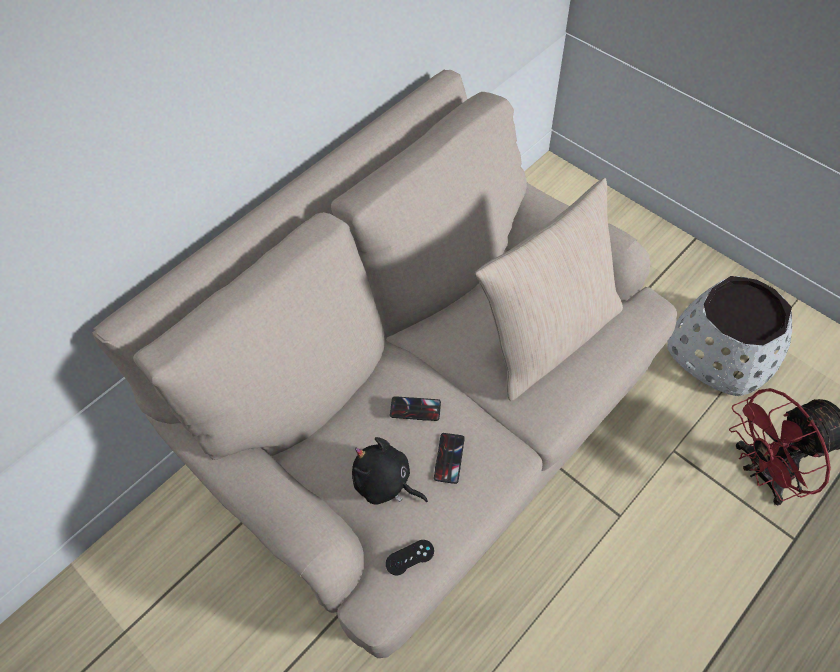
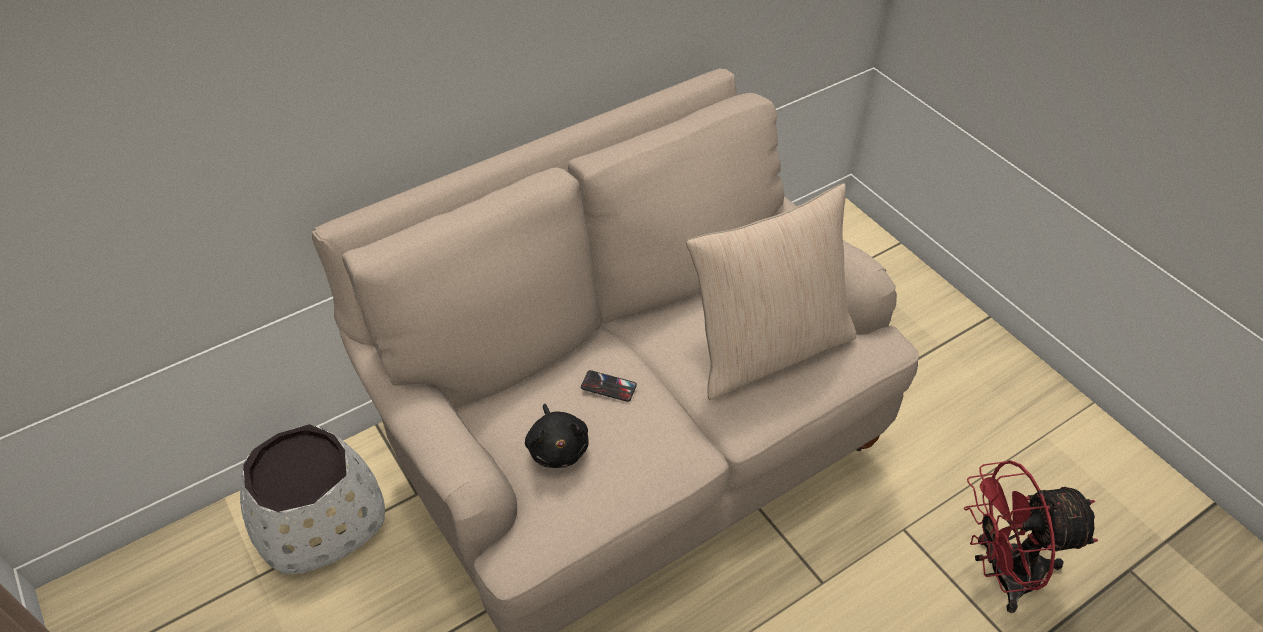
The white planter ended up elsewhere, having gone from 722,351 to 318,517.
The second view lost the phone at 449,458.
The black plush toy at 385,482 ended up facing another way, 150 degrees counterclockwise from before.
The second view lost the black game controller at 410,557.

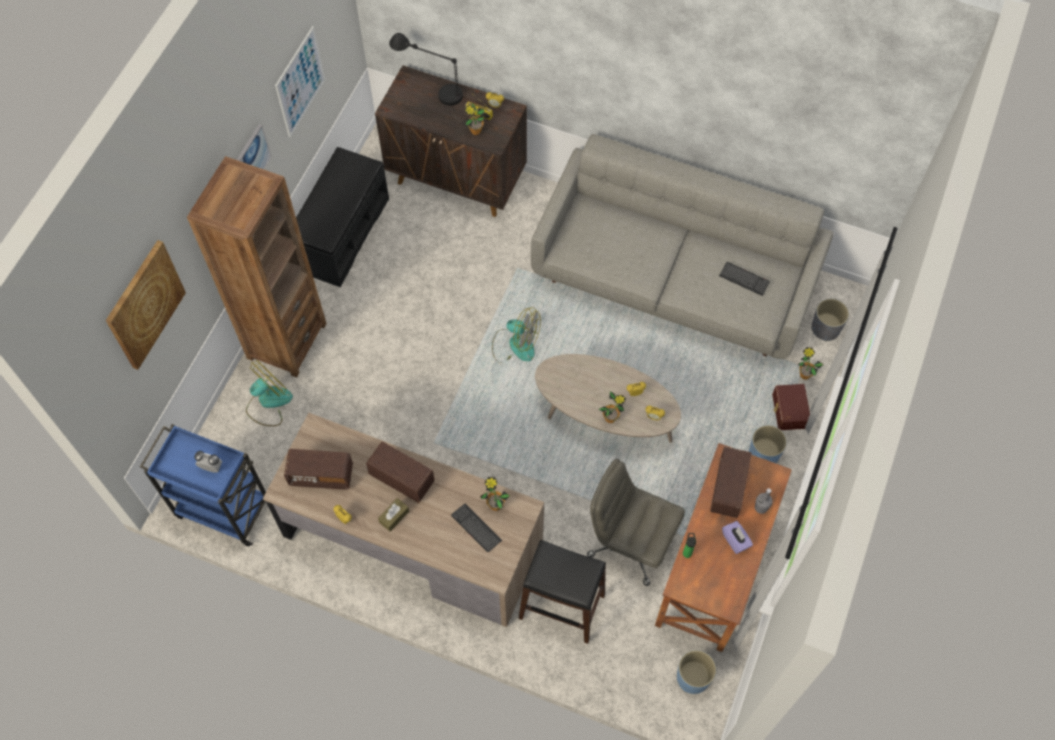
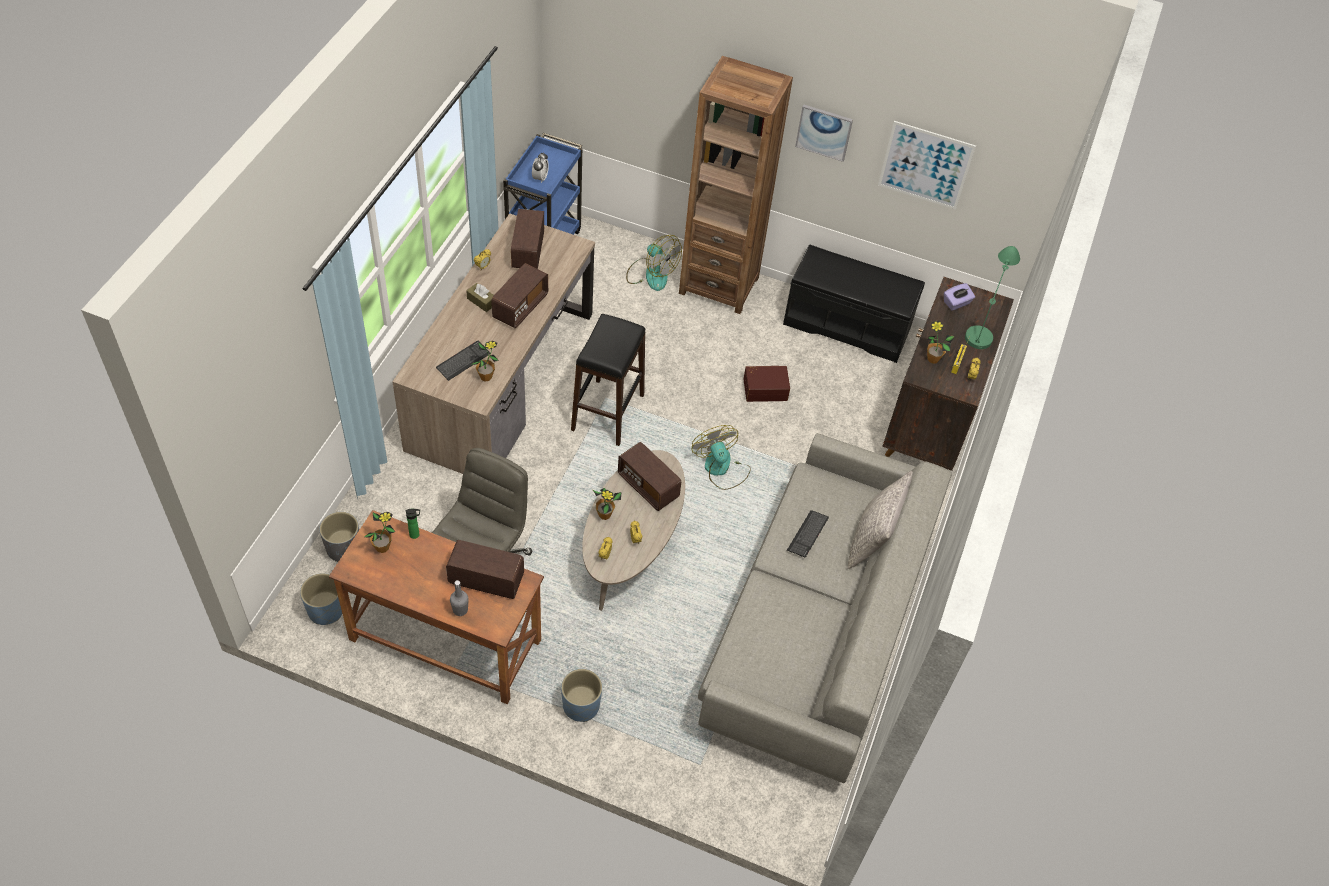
What was the black table lamp at 430,89 turned into the green table lamp at 984,322.
The second view lost the picture at 144,304.
The keyboard ended up elsewhere, having gone from 744,279 to 807,534.
The grey planter ended up elsewhere, having gone from 826,328 to 343,549.
The fan at 515,344 ended up facing another way, 135 degrees clockwise from before.
The potted plant ended up elsewhere, having gone from 804,375 to 382,547.
The brown storage box ended up elsewhere, having gone from 788,411 to 765,388.
The purple tissue box ended up elsewhere, having gone from 735,540 to 956,303.
The black stool ended up elsewhere, having gone from 562,606 to 608,412.
The second view gained the radio at 648,486.
The second view gained the grey pillow at 872,540.

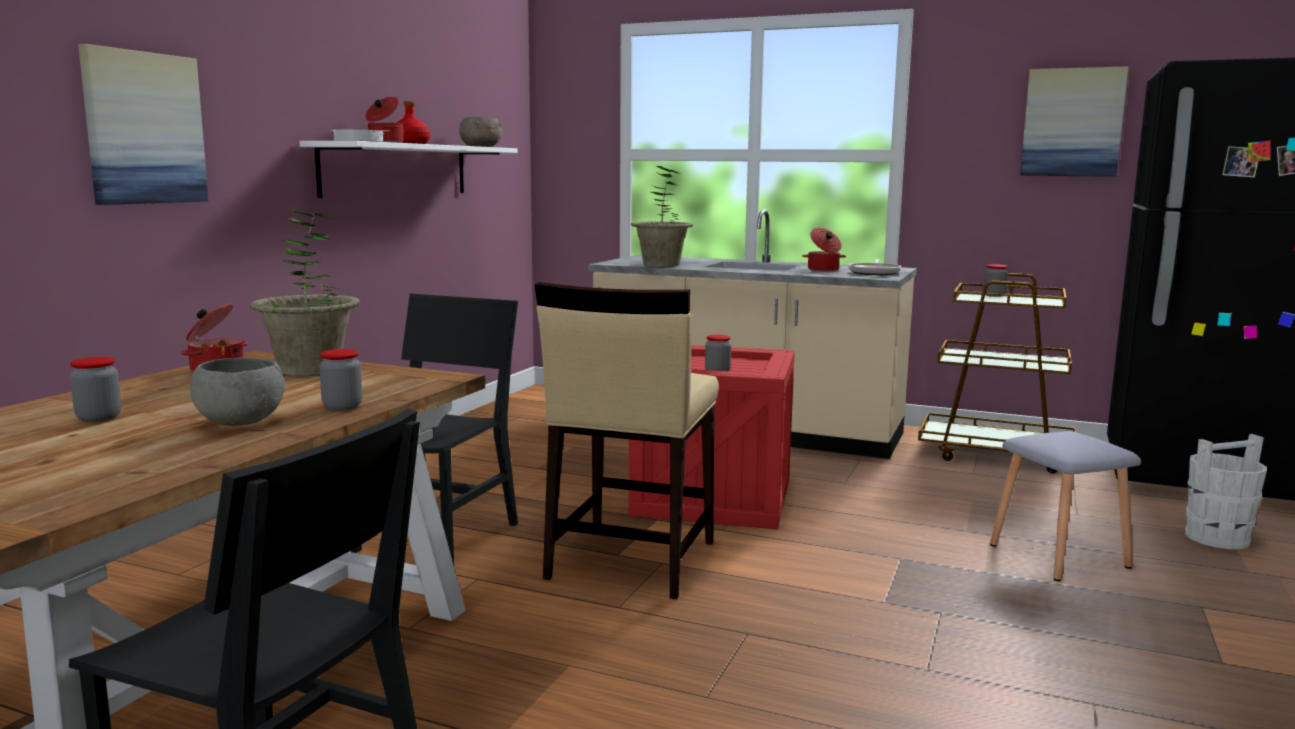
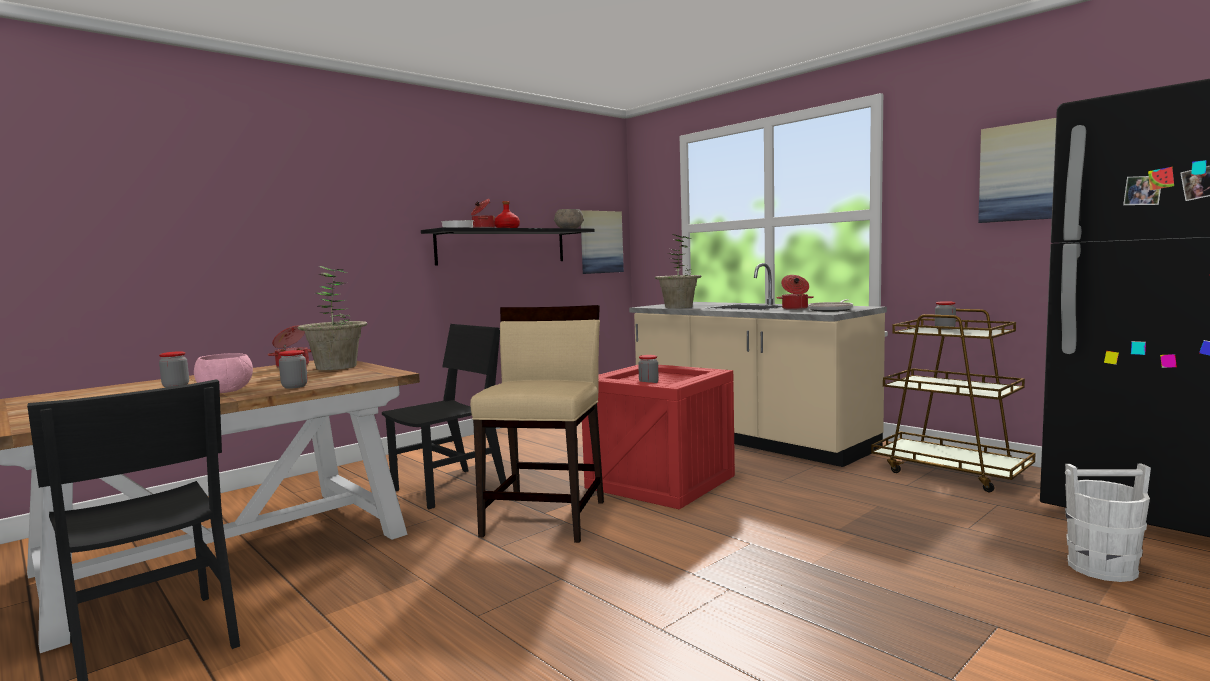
The picture ended up elsewhere, having gone from 144,128 to 601,242.
What was the white shelf at 397,170 turned into the black shelf at 502,246.
The beige chair at 629,560 ended up facing another way, 150 degrees clockwise from before.
What was the grey bowl at 241,422 turned into the pink bowl at 227,392.
The second view lost the grey stool at 1061,556.

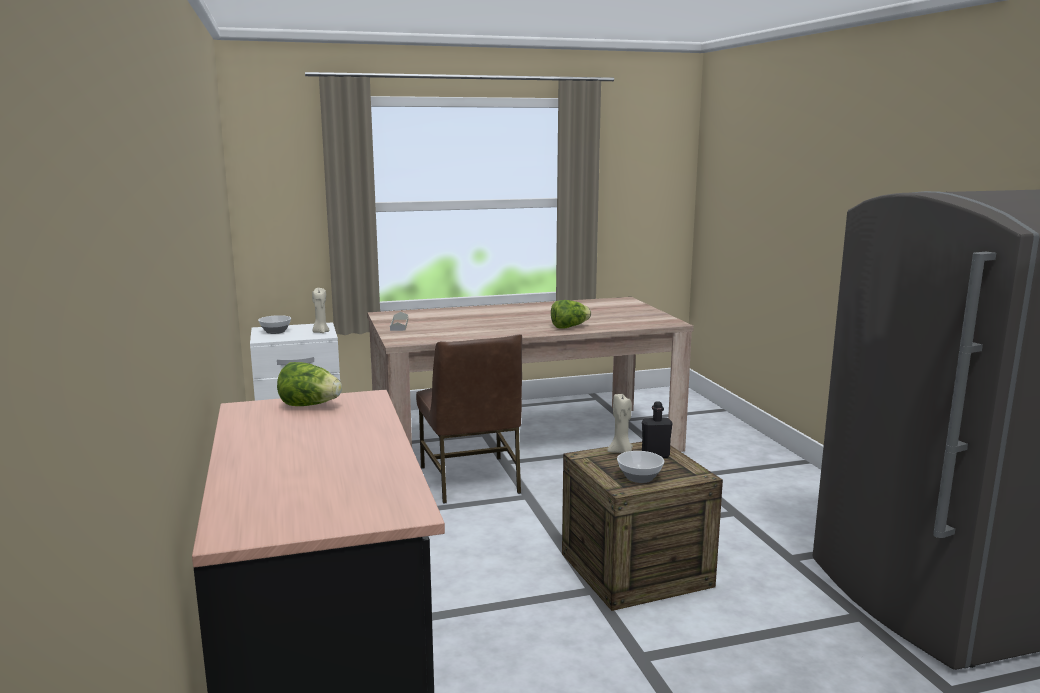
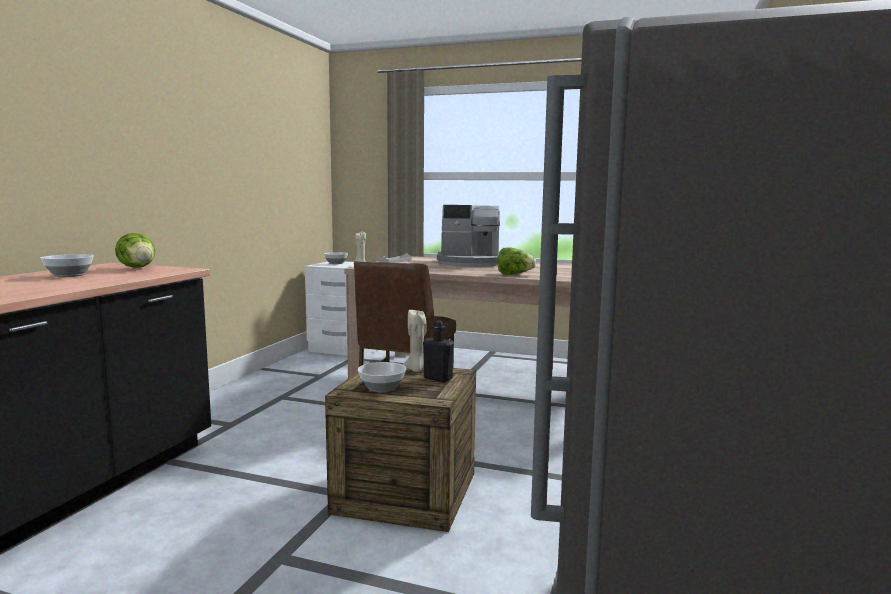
The second view gained the coffee machine at 469,263.
The second view gained the bowl at 68,275.

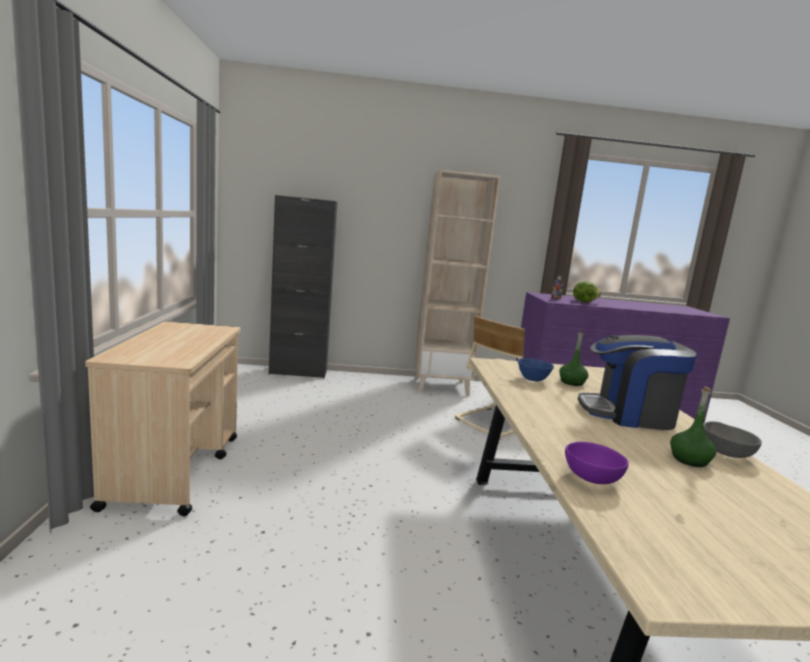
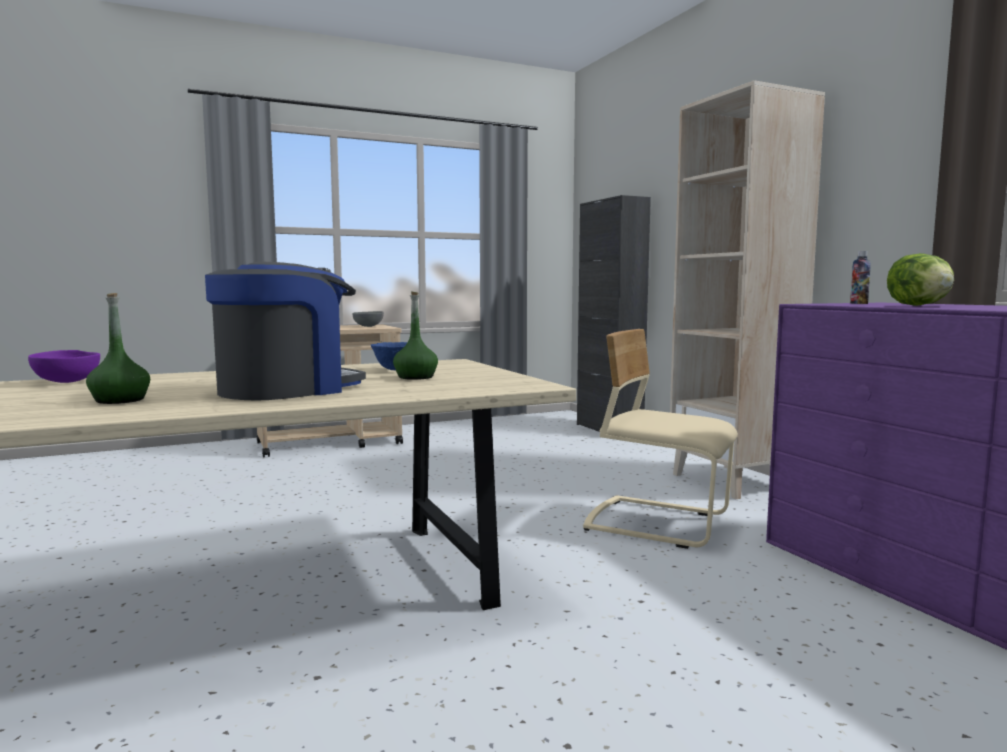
The coffee machine at 628,414 ended up facing another way, 60 degrees clockwise from before.
The grey bowl ended up elsewhere, having gone from 726,453 to 369,326.

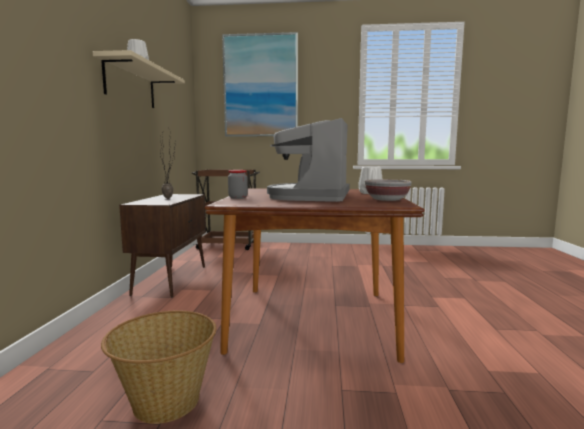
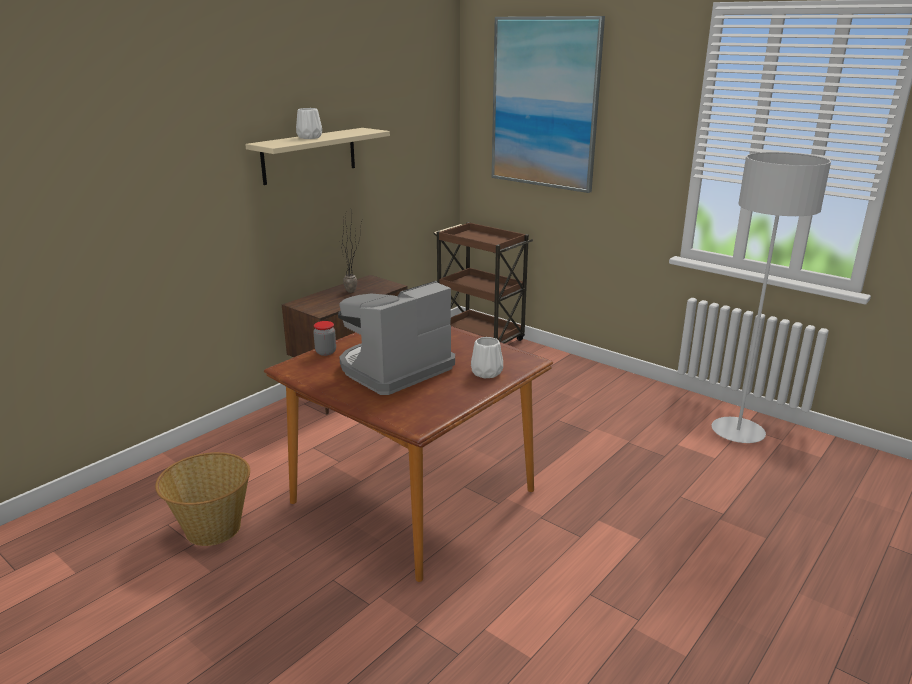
The second view lost the bowl at 387,200.
The second view gained the grey floor lamp at 737,432.

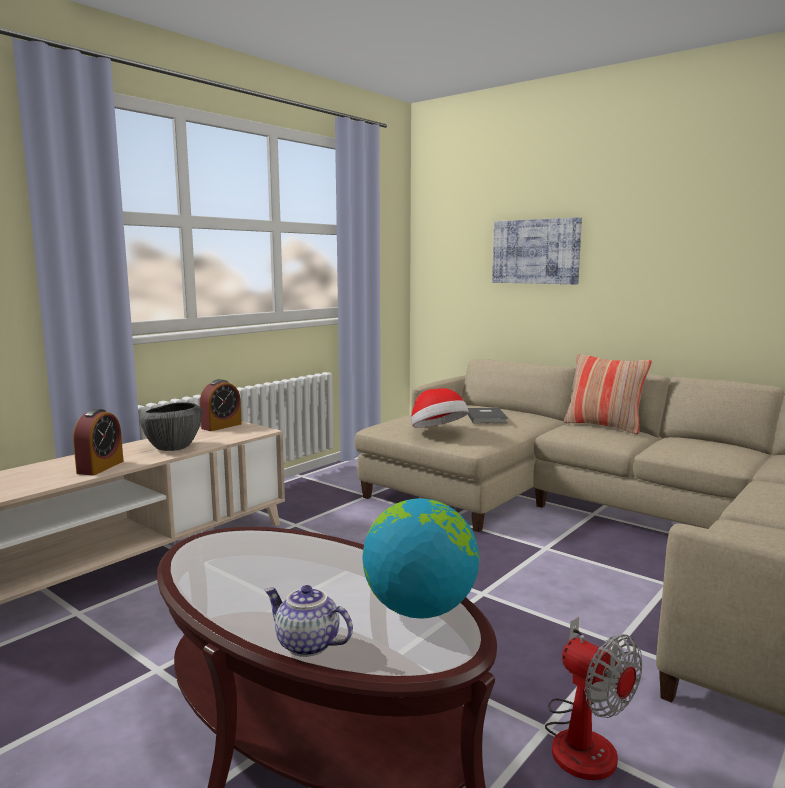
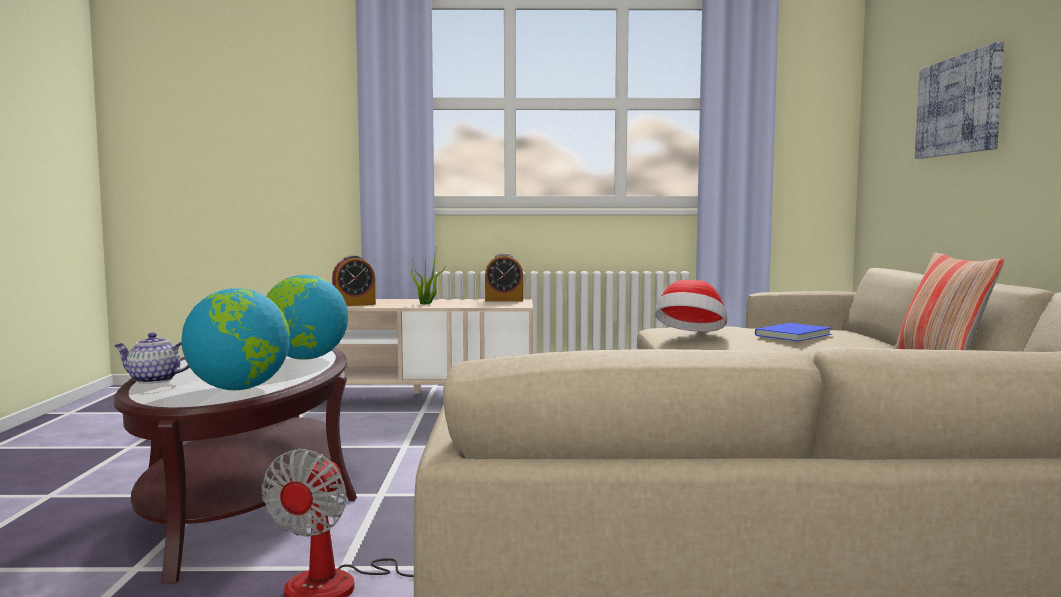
Where the bowl stood at 173,447, the potted plant came to stand at 426,304.
What was the grey book at 487,417 turned into the blue book at 795,335.
The teapot at 306,645 ended up facing another way, 75 degrees counterclockwise from before.
The second view gained the globe at 305,358.

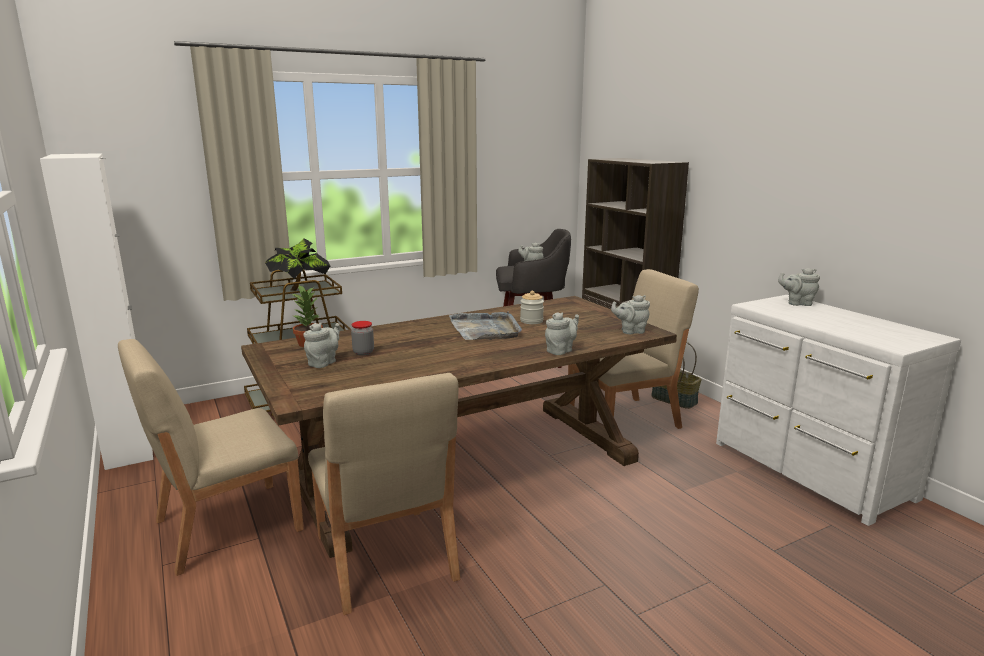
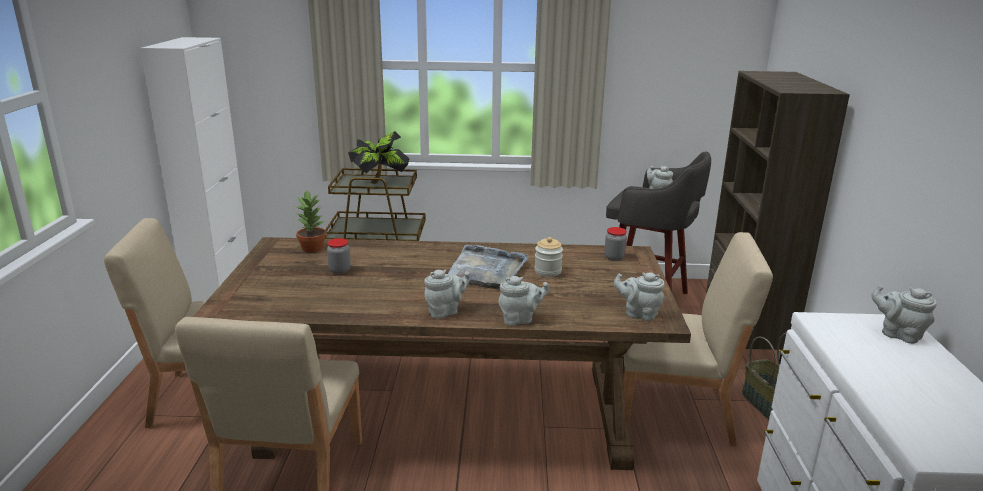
The grey teapot ended up elsewhere, having gone from 324,363 to 445,311.
The second view gained the jar at 614,257.

